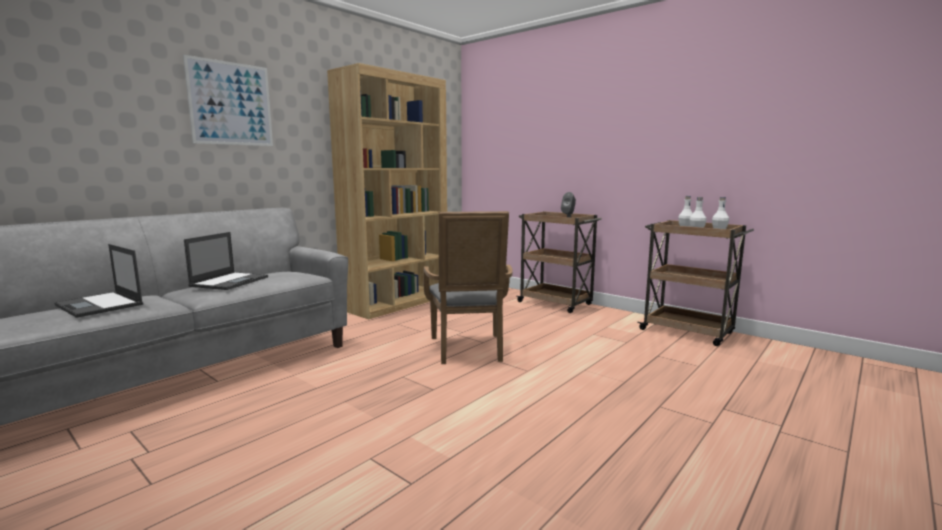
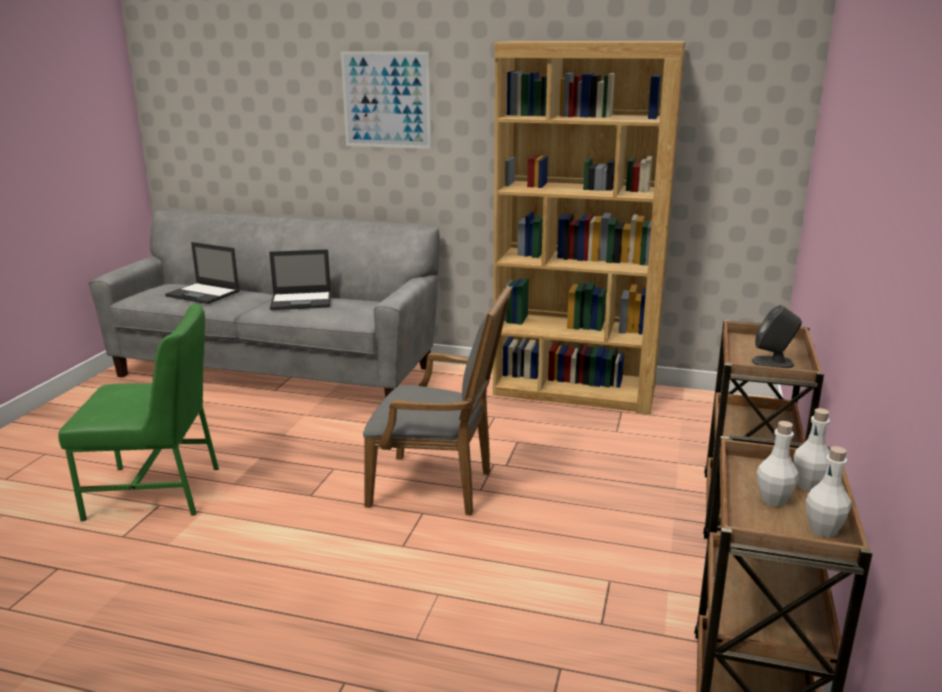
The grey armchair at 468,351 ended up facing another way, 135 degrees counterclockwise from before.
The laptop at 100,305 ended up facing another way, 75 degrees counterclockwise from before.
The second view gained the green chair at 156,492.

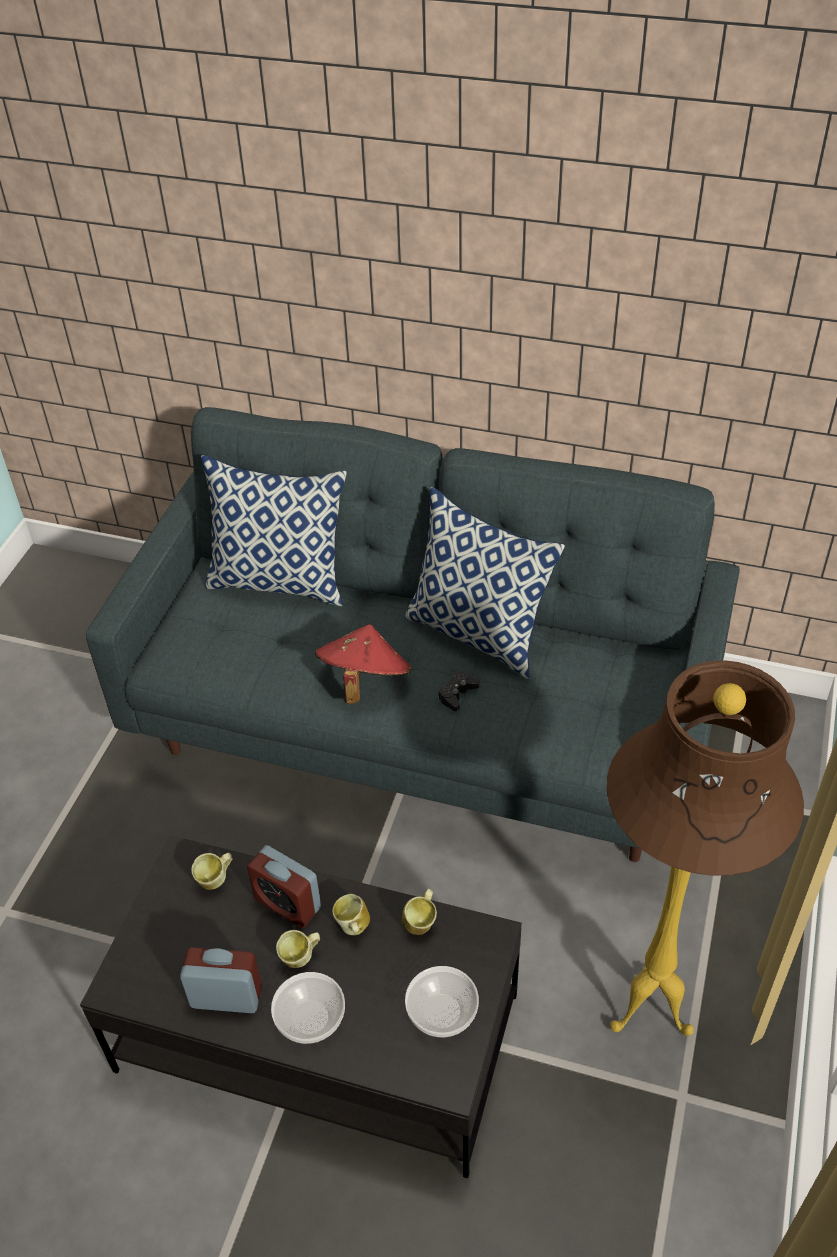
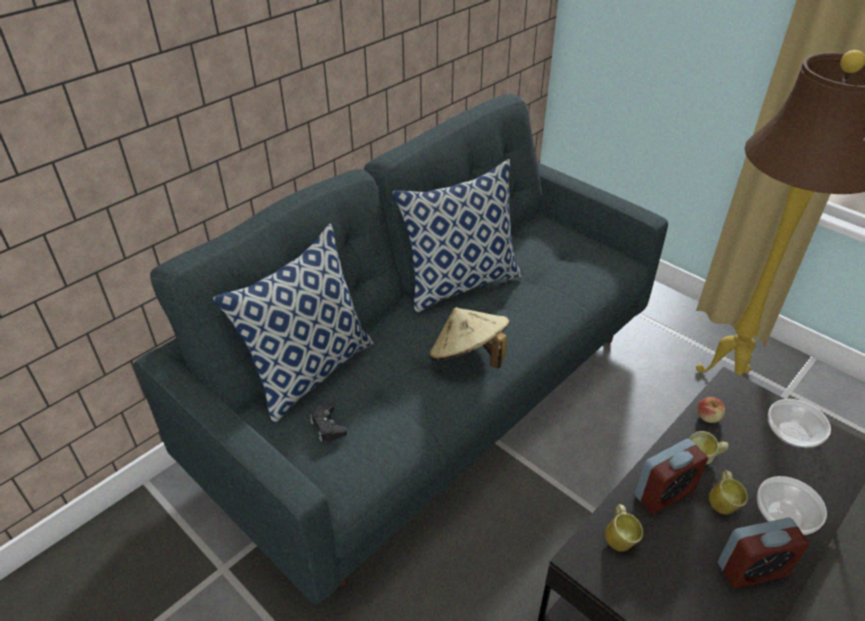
What was the red hat at 364,681 turned into the beige hat at 468,358.
The black game controller ended up elsewhere, having gone from 457,694 to 328,426.
Where the mug stood at 422,922, the apple came to stand at 708,417.
The alarm clock at 226,997 ended up facing another way, 135 degrees counterclockwise from before.

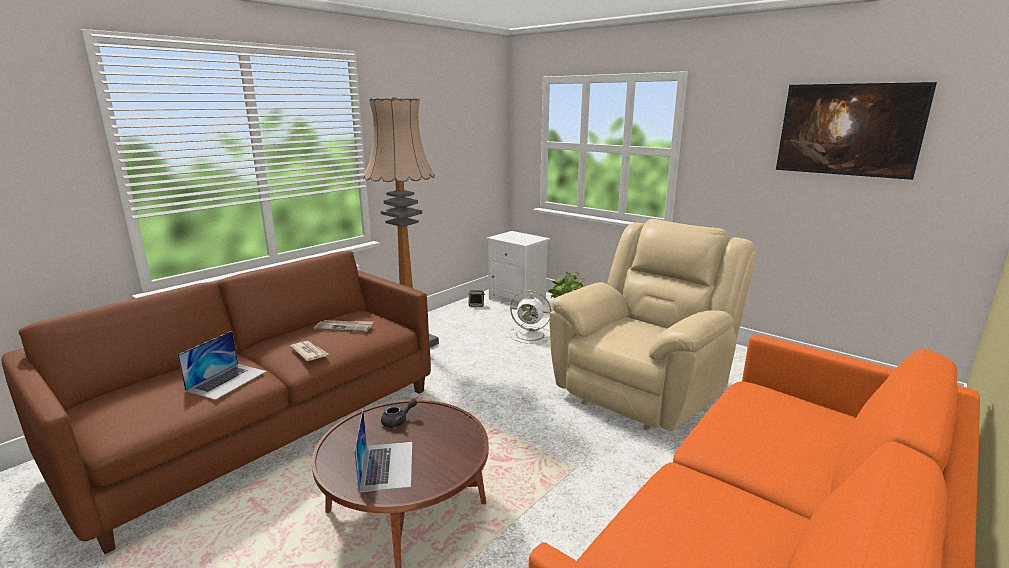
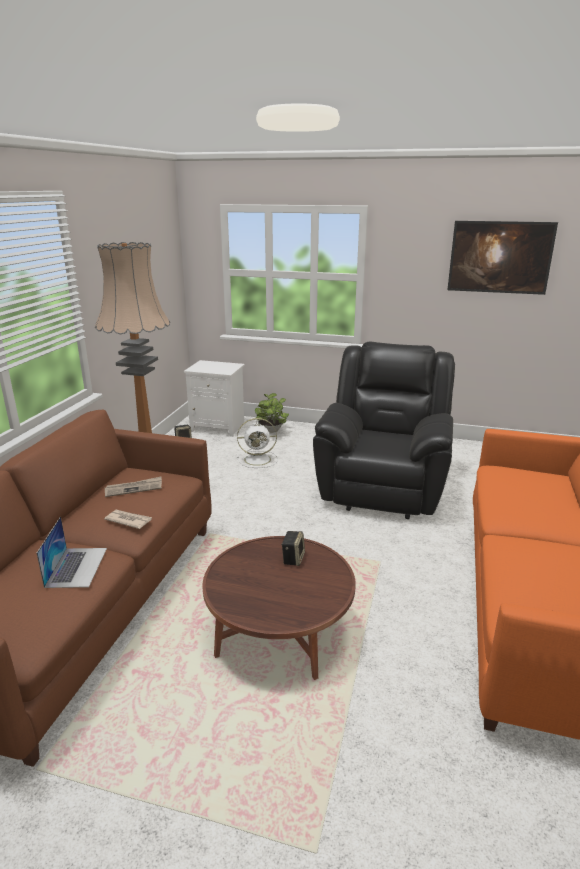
What was the beige armchair at 644,388 turned into the black armchair at 383,486.
The second view lost the grey teapot at 398,421.
The second view lost the laptop at 386,465.
The second view gained the speaker at 293,558.

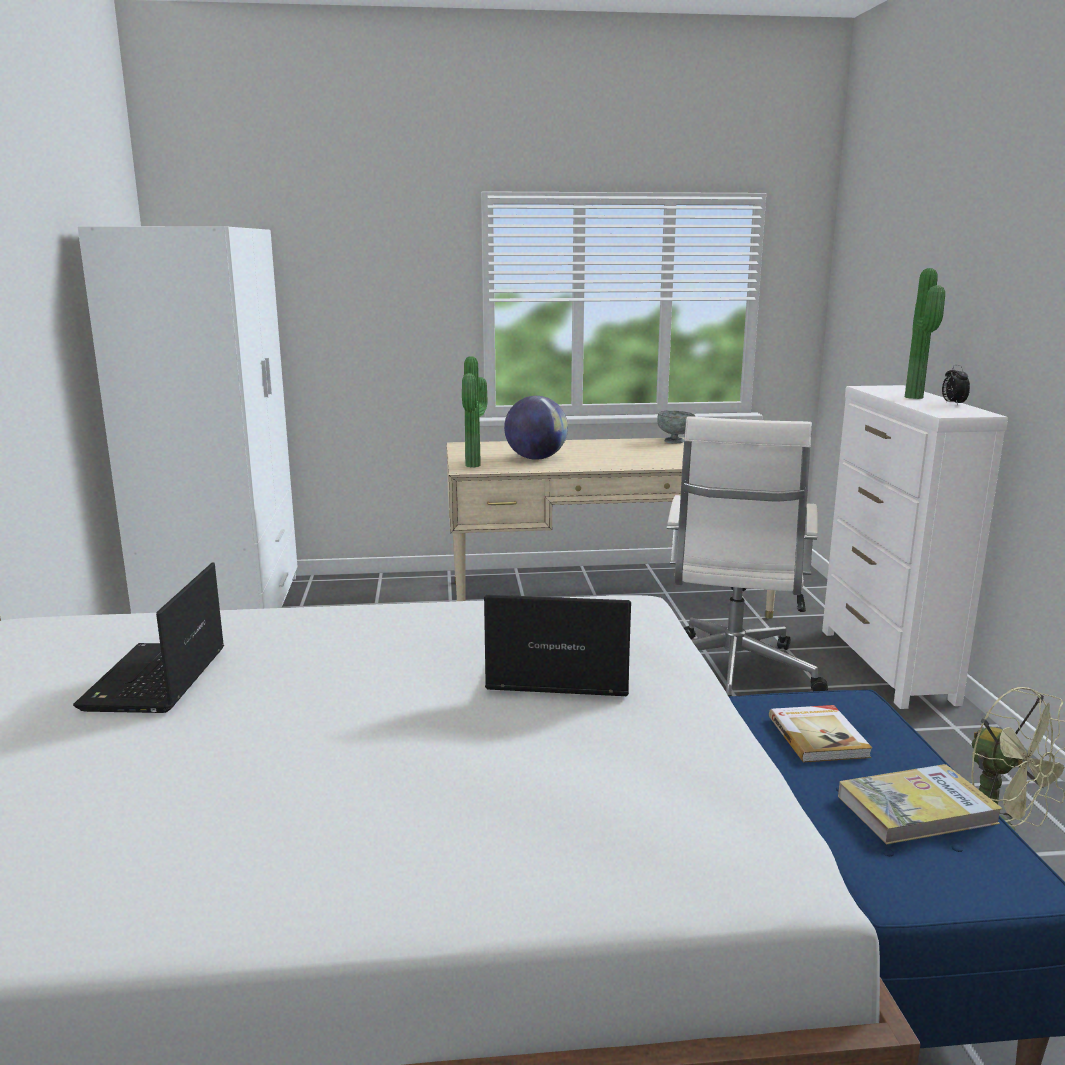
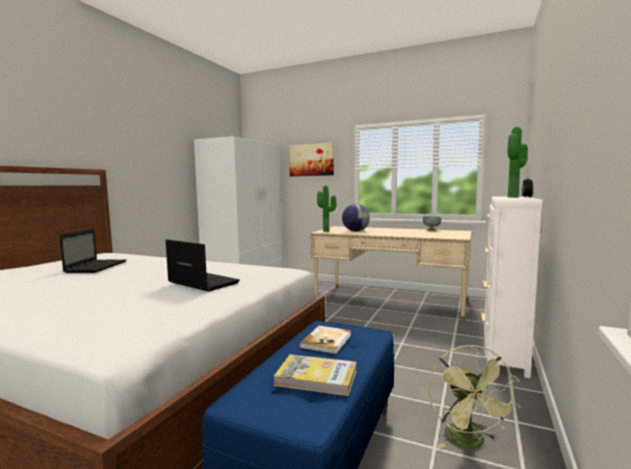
The second view lost the white office chair at 731,675.
The laptop at 155,681 ended up facing another way, 150 degrees clockwise from before.
The second view gained the picture at 311,160.

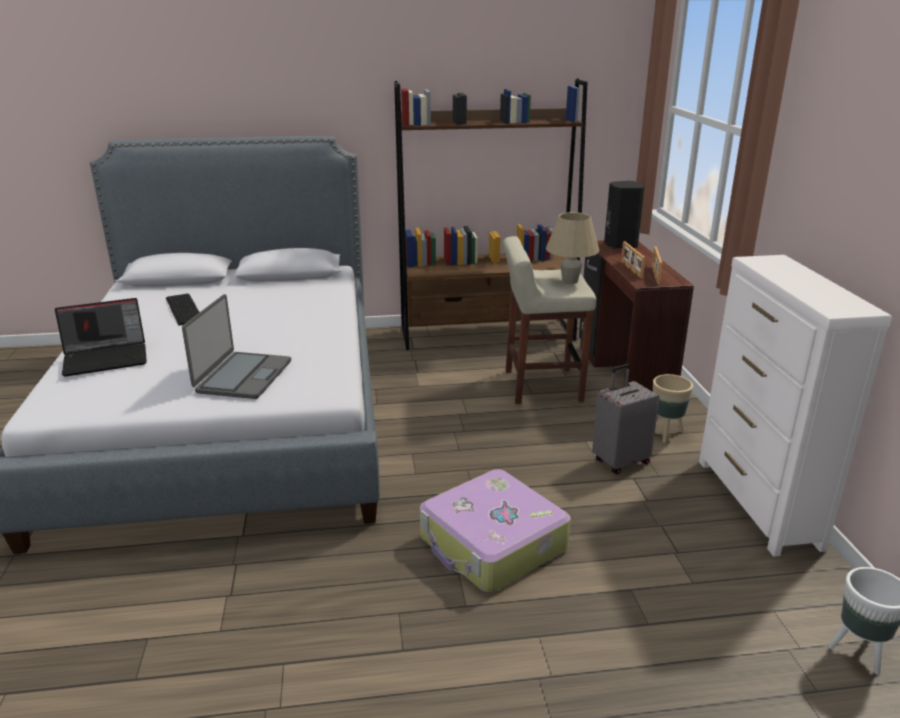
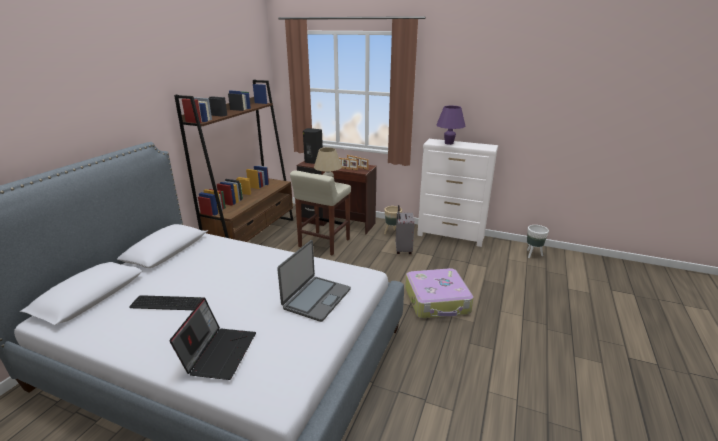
The laptop at 243,376 ended up facing another way, 75 degrees clockwise from before.
The second view gained the purple table lamp at 449,143.

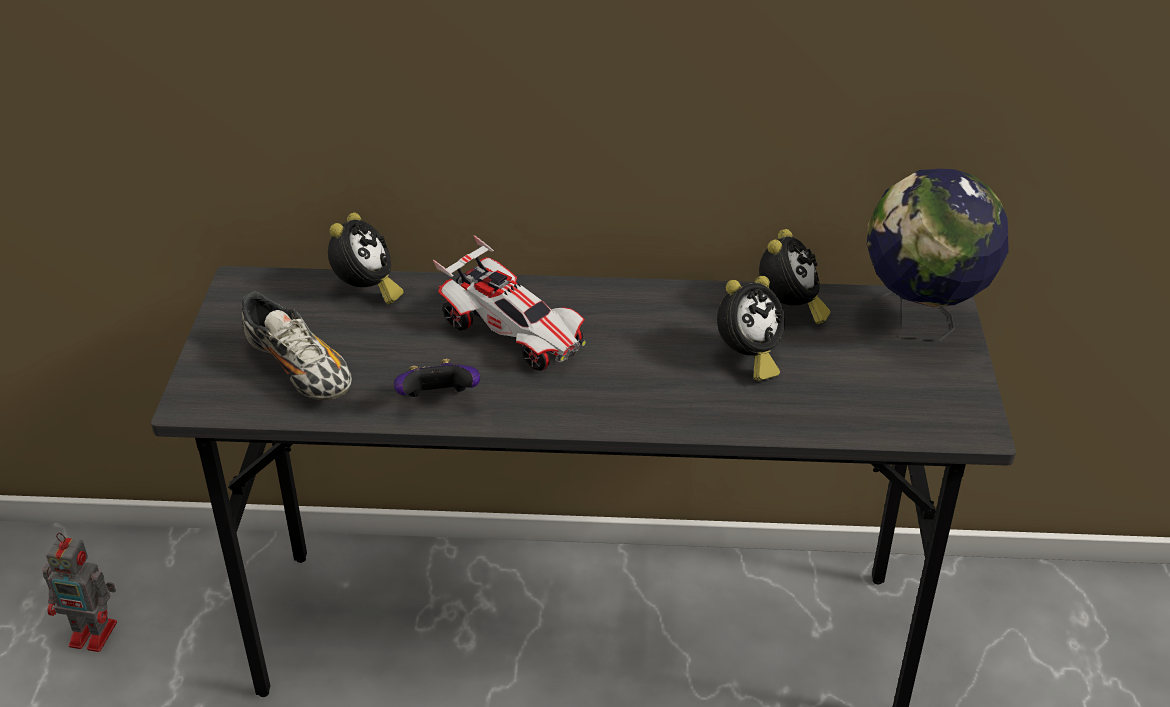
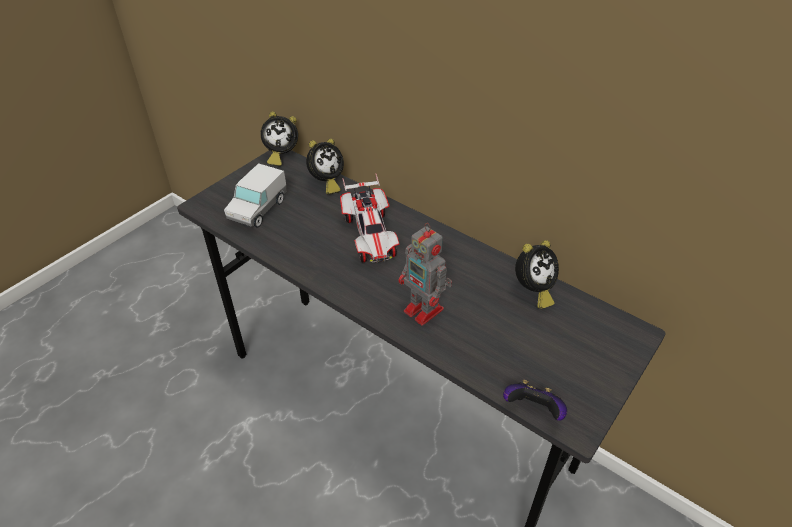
The second view lost the globe at 921,323.
The alarm clock ended up elsewhere, having gone from 748,358 to 281,155.
Where the shoe stood at 300,370, the toy truck came to stand at 258,209.
The game controller ended up elsewhere, having gone from 438,400 to 533,410.
The toy robot ended up elsewhere, having gone from 95,634 to 425,311.

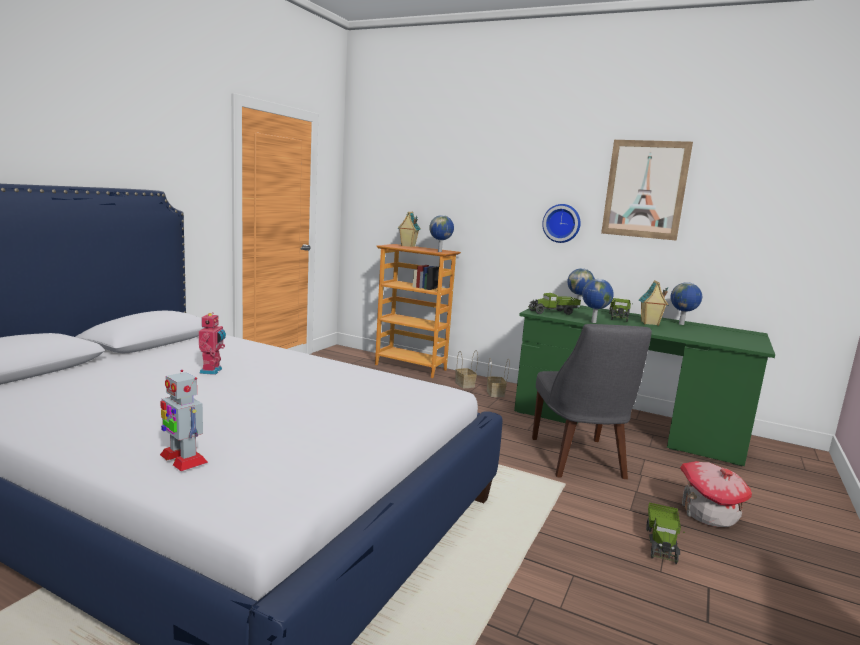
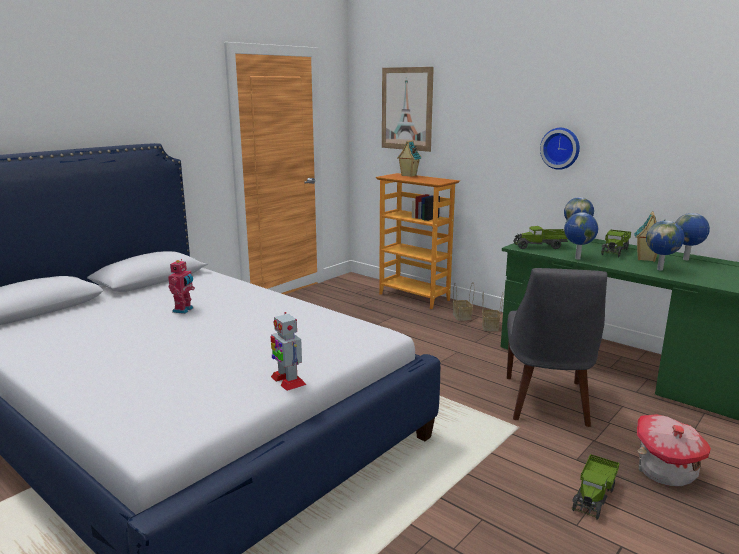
The picture ended up elsewhere, having gone from 645,189 to 406,109.
The globe ended up elsewhere, having gone from 440,251 to 660,269.
The toy robot ended up elsewhere, having gone from 183,458 to 287,380.

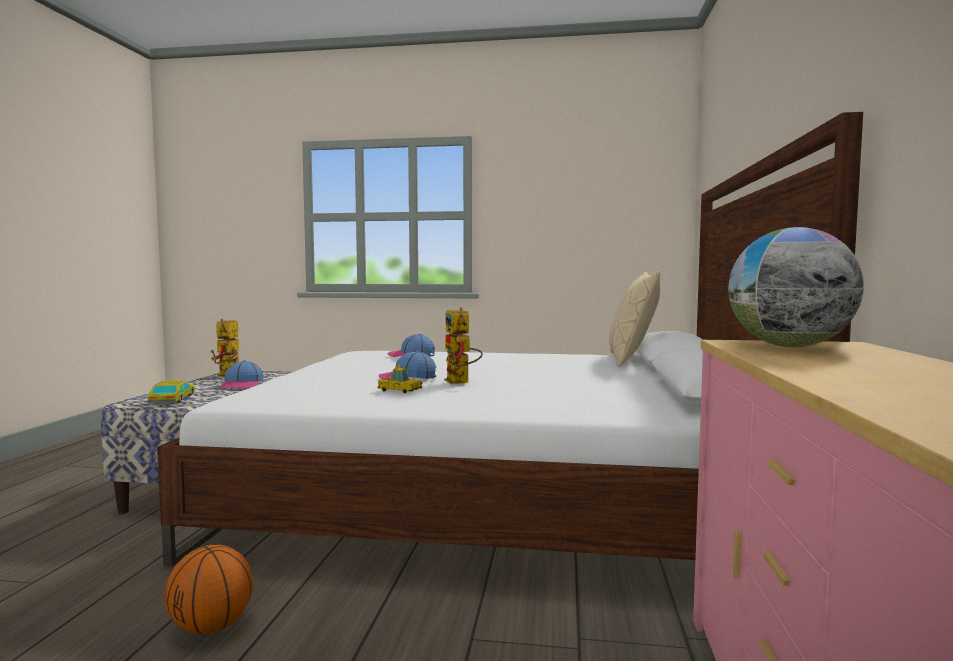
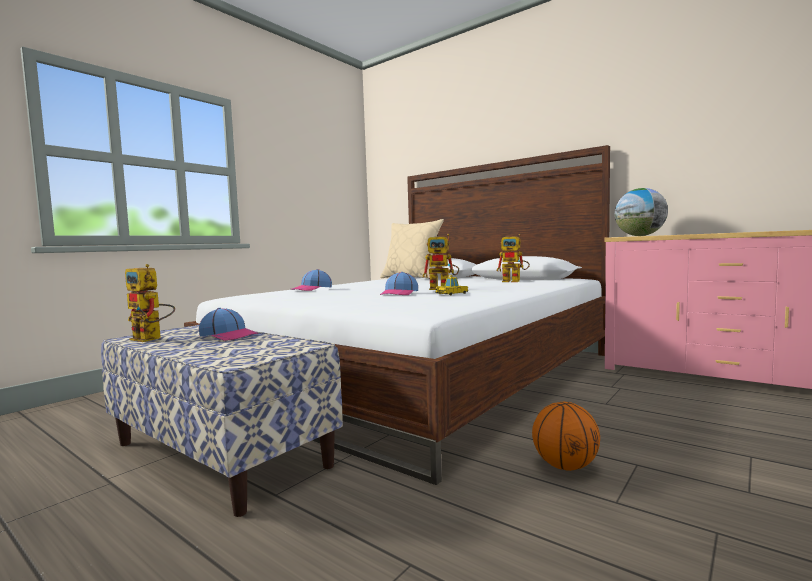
The second view lost the toy car at 172,399.
The second view gained the toy robot at 515,281.

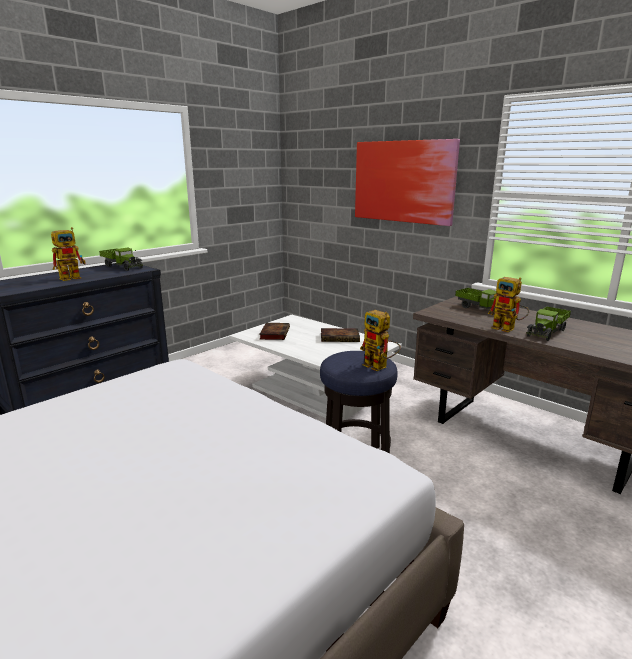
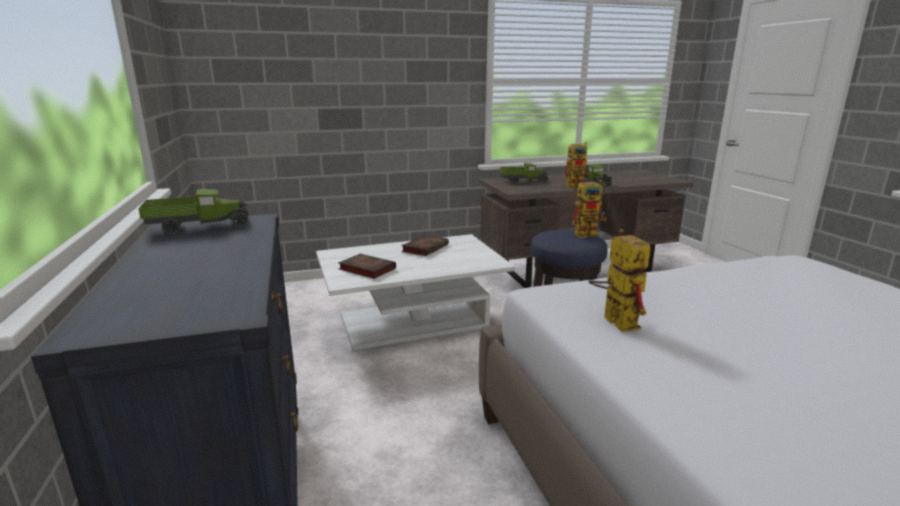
The second view lost the picture at 403,181.
The toy robot ended up elsewhere, having gone from 74,277 to 613,320.

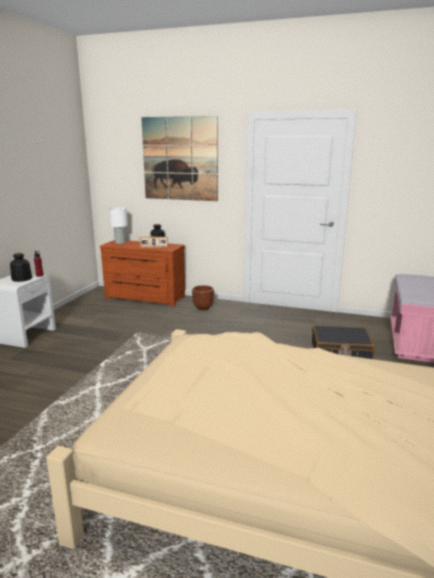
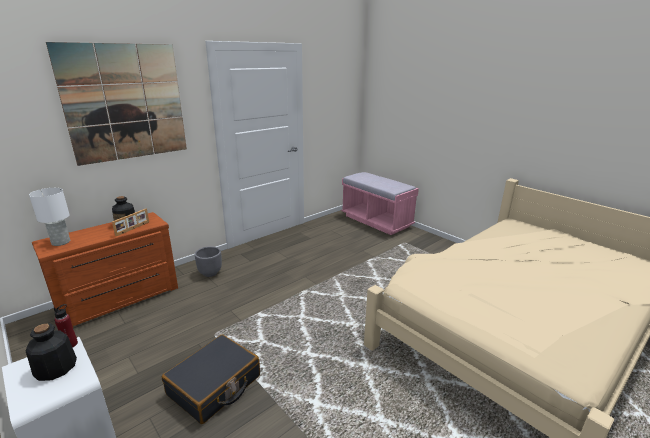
What was the brown planter at 203,308 turned into the grey planter at 210,273.
The black suitcase ended up elsewhere, having gone from 340,352 to 214,386.

